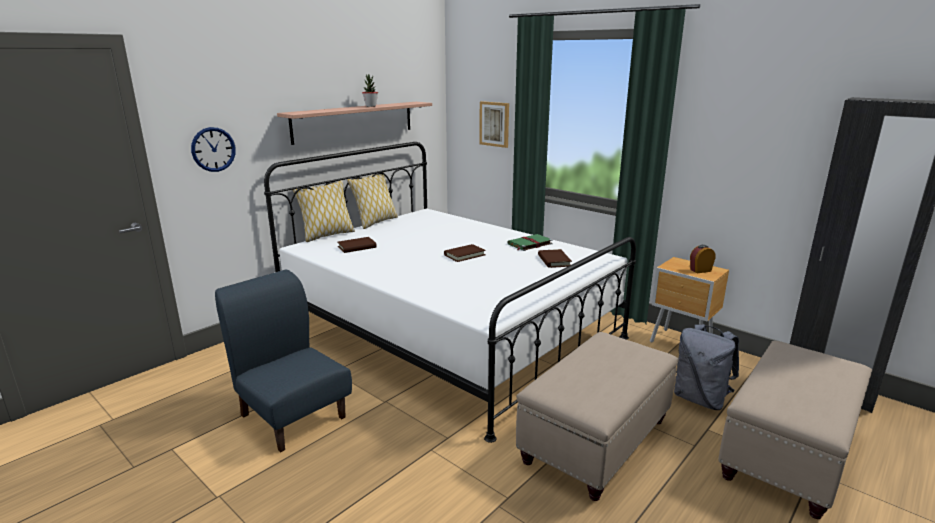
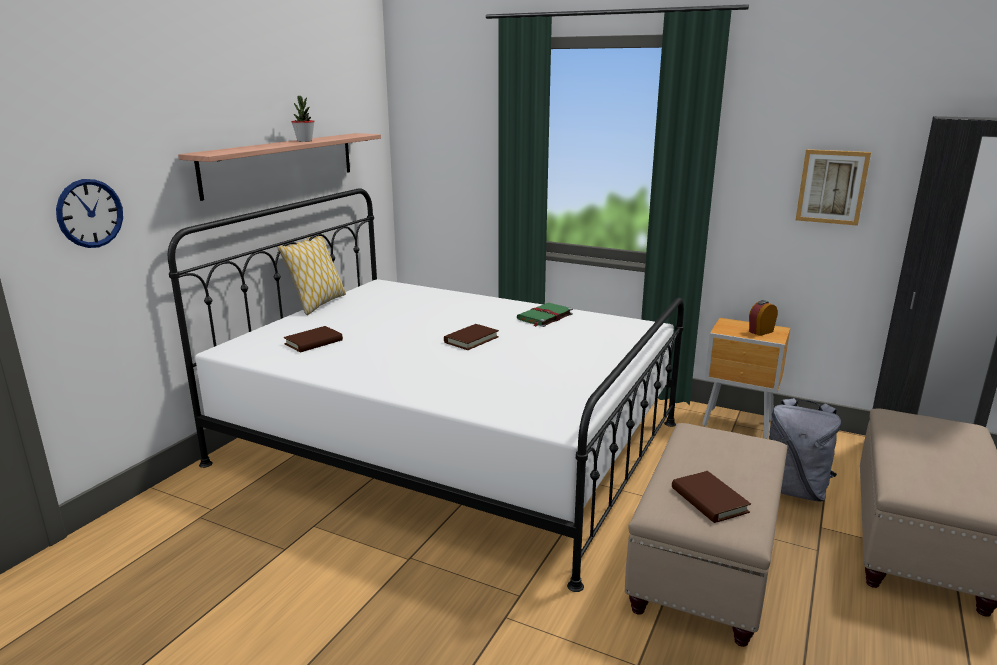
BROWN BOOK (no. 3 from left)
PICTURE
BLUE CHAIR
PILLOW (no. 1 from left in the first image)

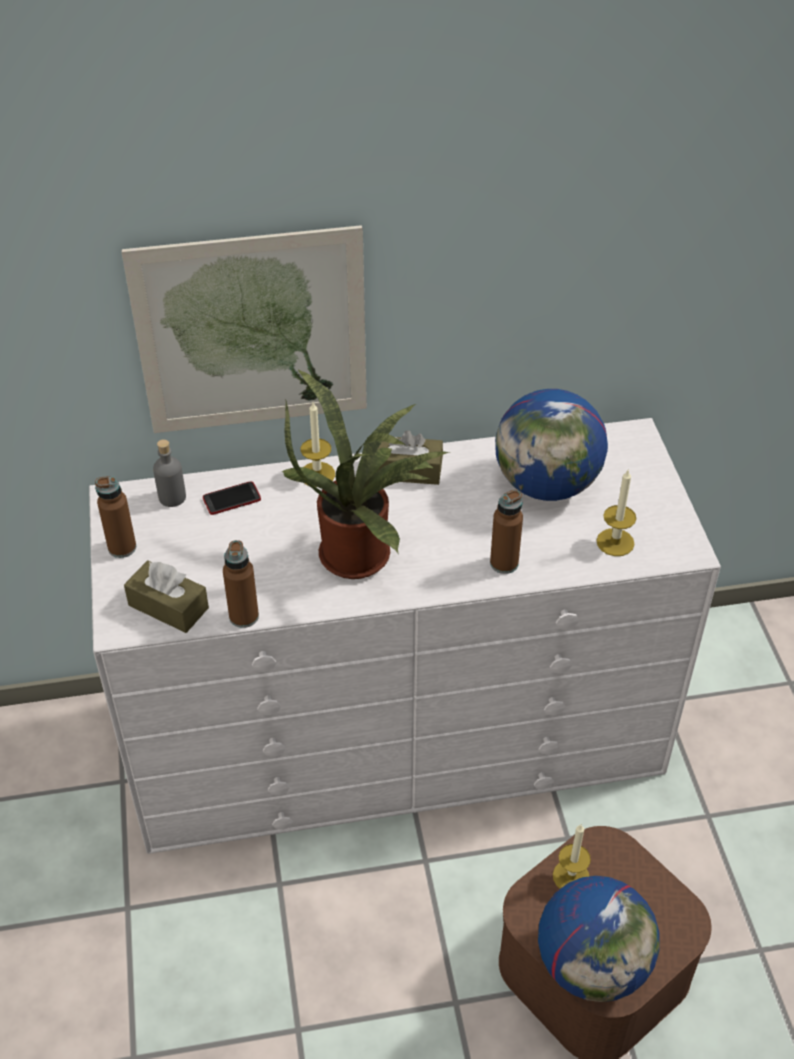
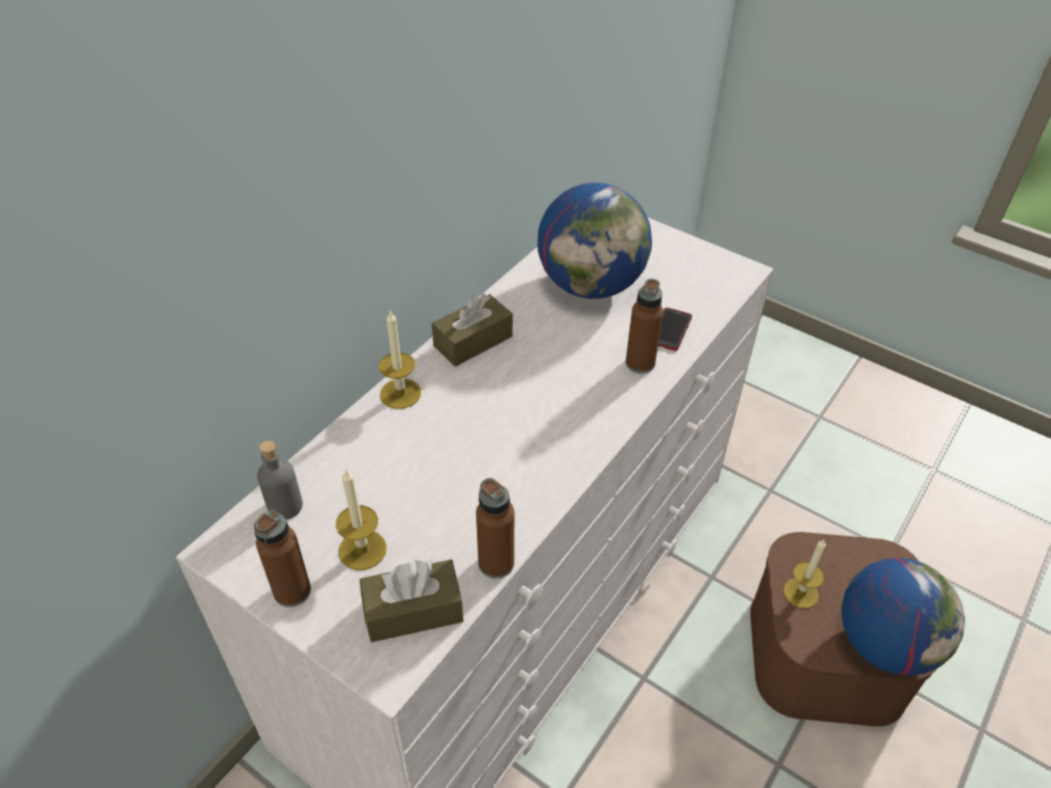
CANDLE (no. 1 from left)
PHONE
PICTURE
POTTED PLANT

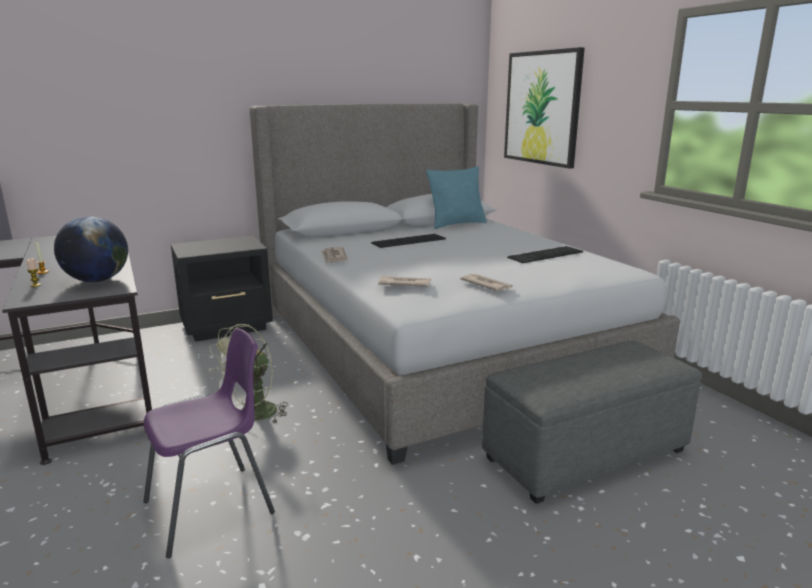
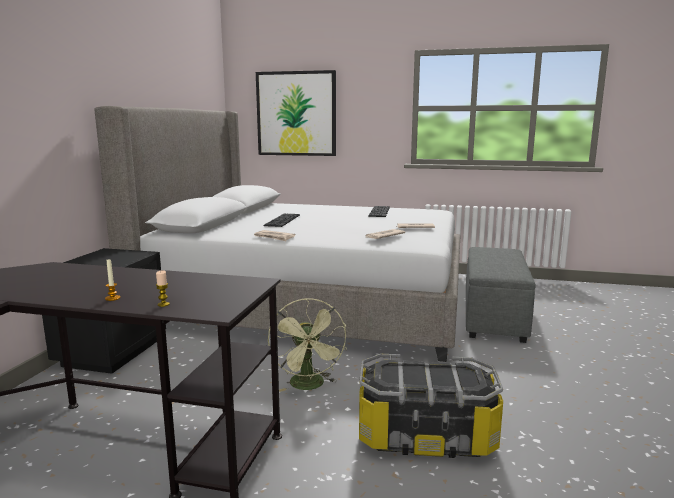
STORAGE BOX
GLOBE
TURQUOISE PILLOW

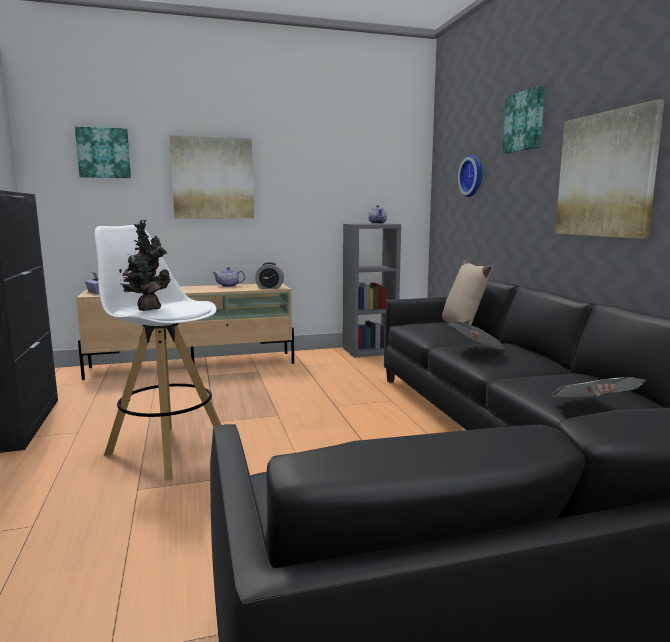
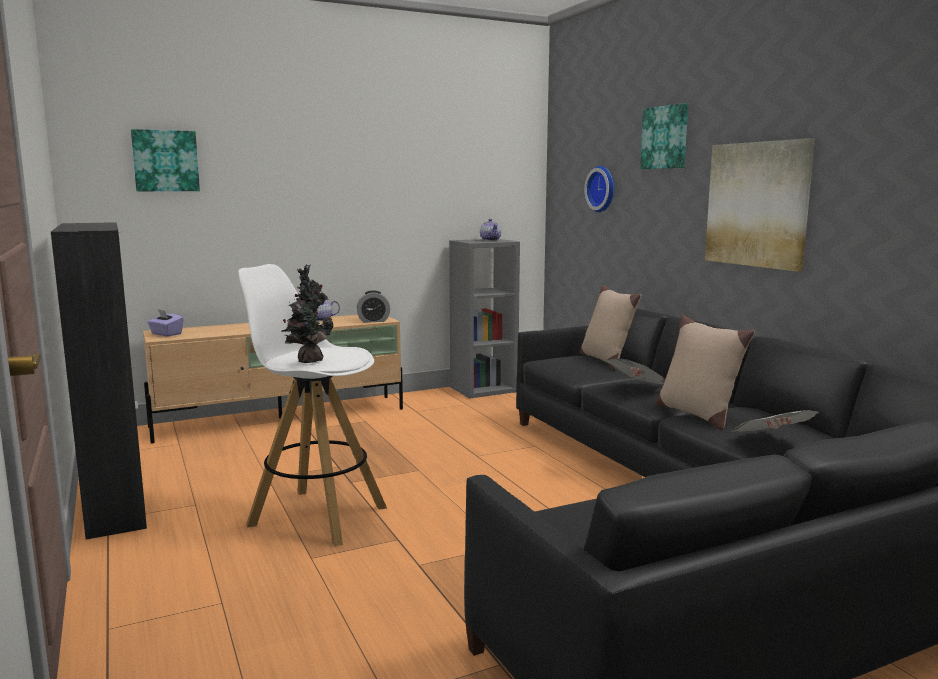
BEIGE PILLOW (no. 2 from left)
PICTURE (no. 2 from left in the first image)

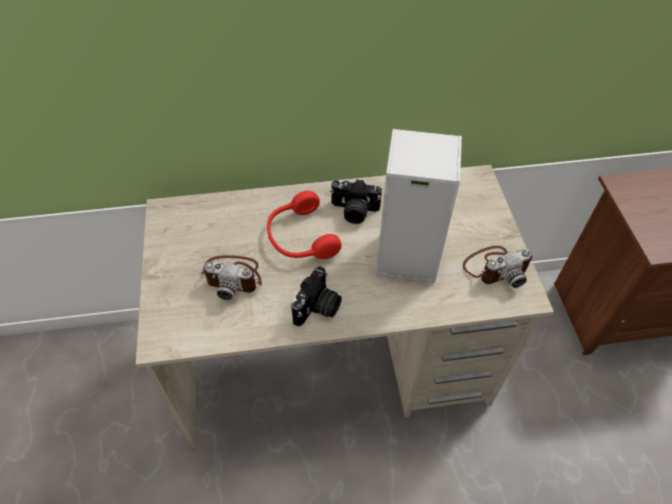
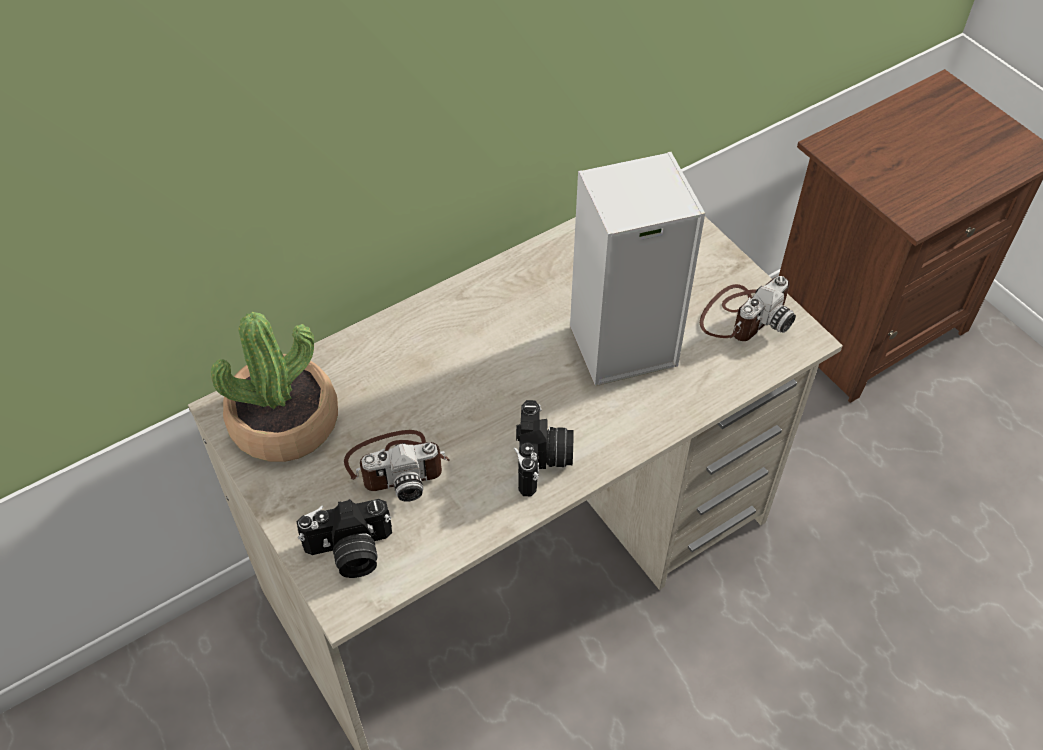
POTTED PLANT
PHOTO CAMERA (no. 1 from left)
RED HEADPHONES

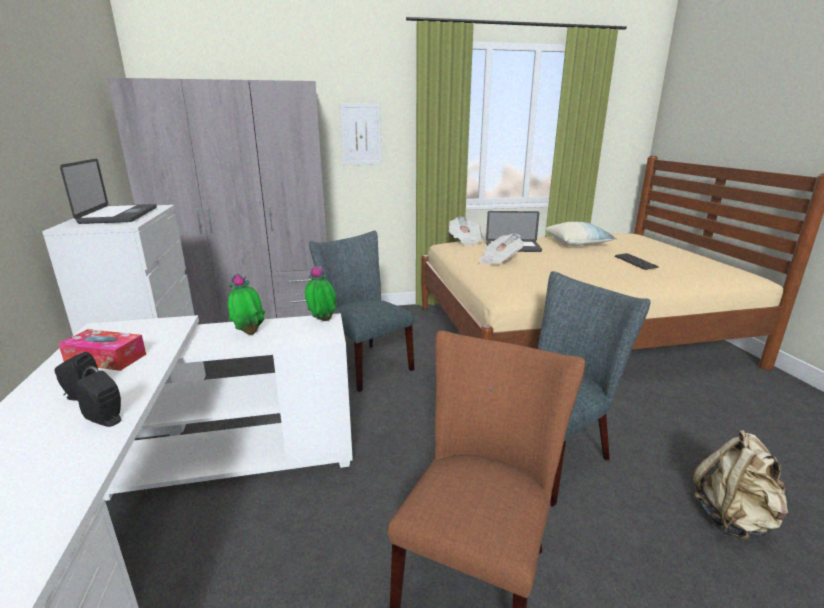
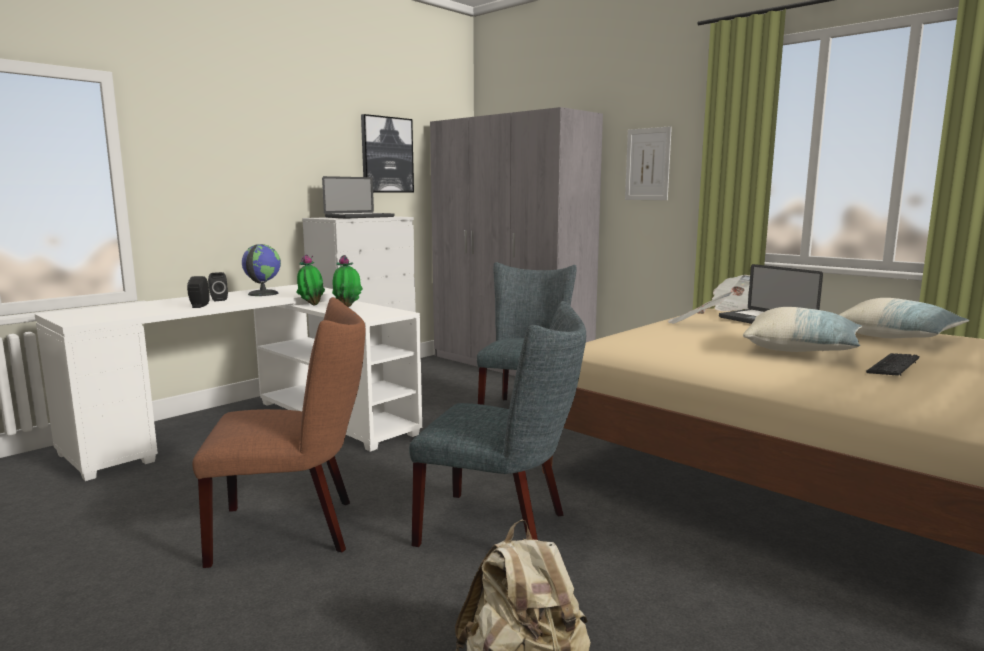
GLOBE
POTTED PLANT (no. 1 from left)
PICTURE (no. 1 from left)
PILLOW (no. 1 from left)

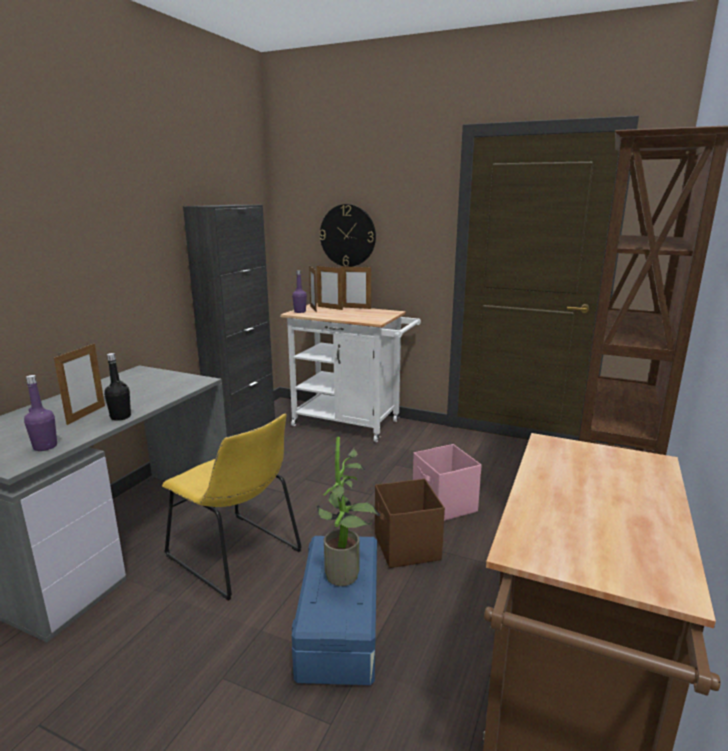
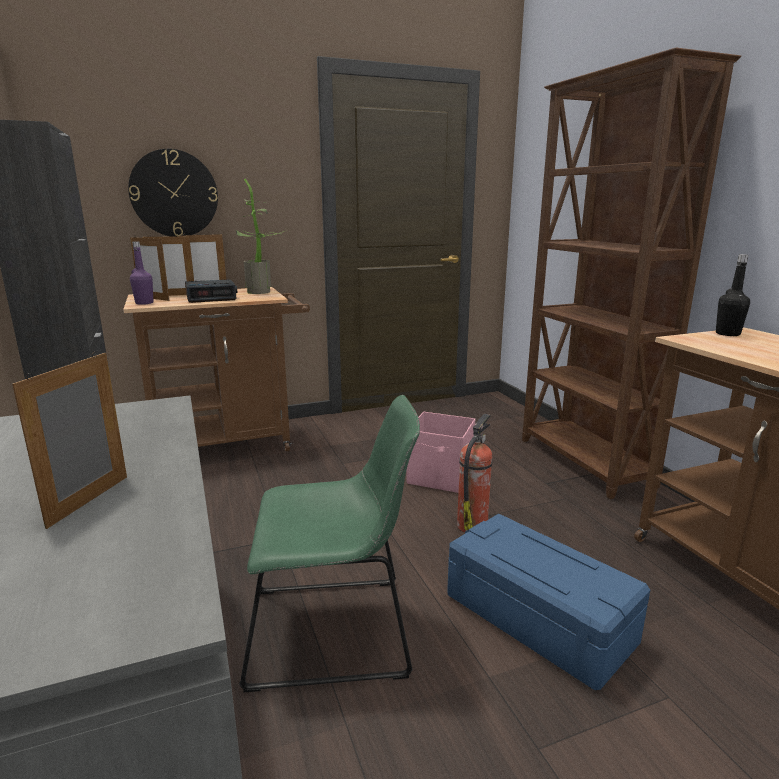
PICTURE FRAME (no. 1 from left)
BROWN CART (no. 1 from left)
ALARM CLOCK
POTTED PLANT
GREEN CHAIR
FIRE EXTINGUISHER
BLACK BOTTLE
PURPLE BOTTLE (no. 1 from left in the first image)

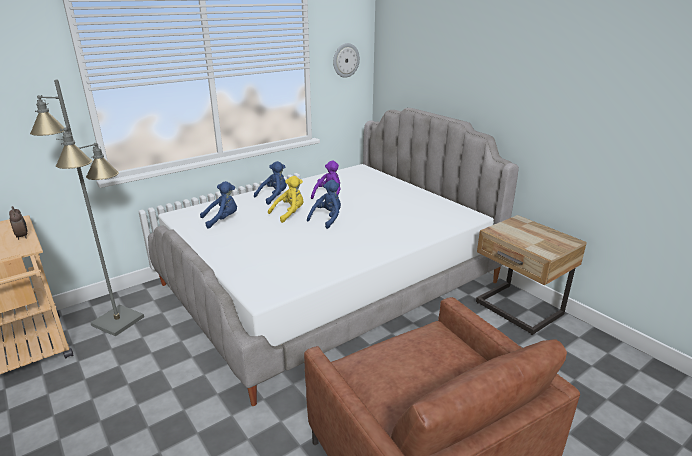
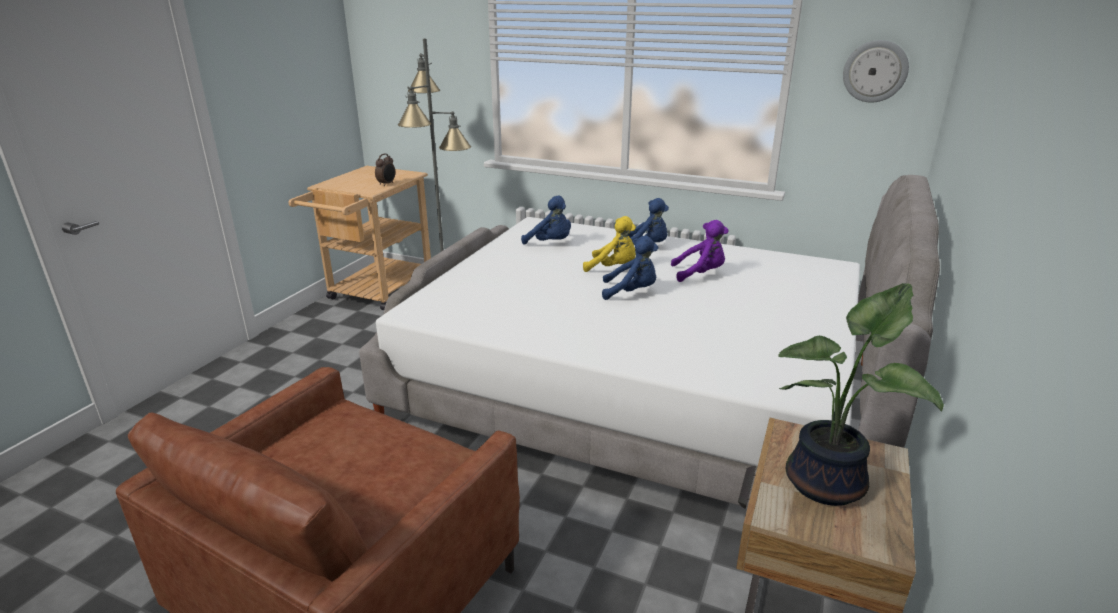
POTTED PLANT

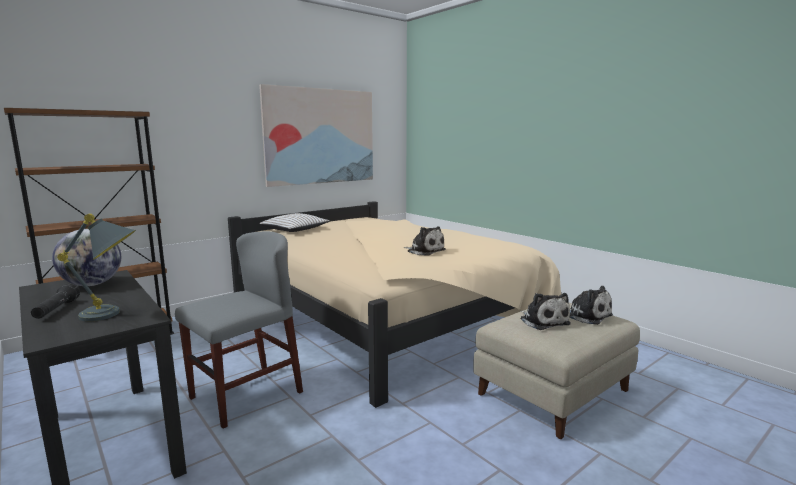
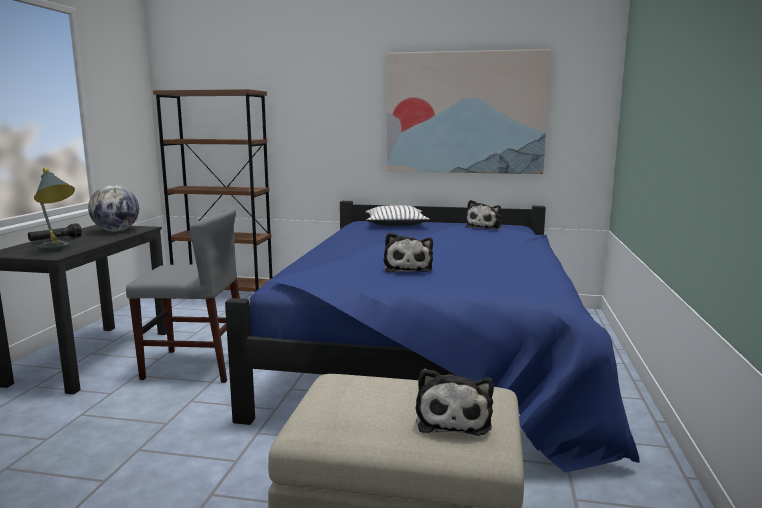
BLUE BED
PLUSH TOY (no. 3 from left)

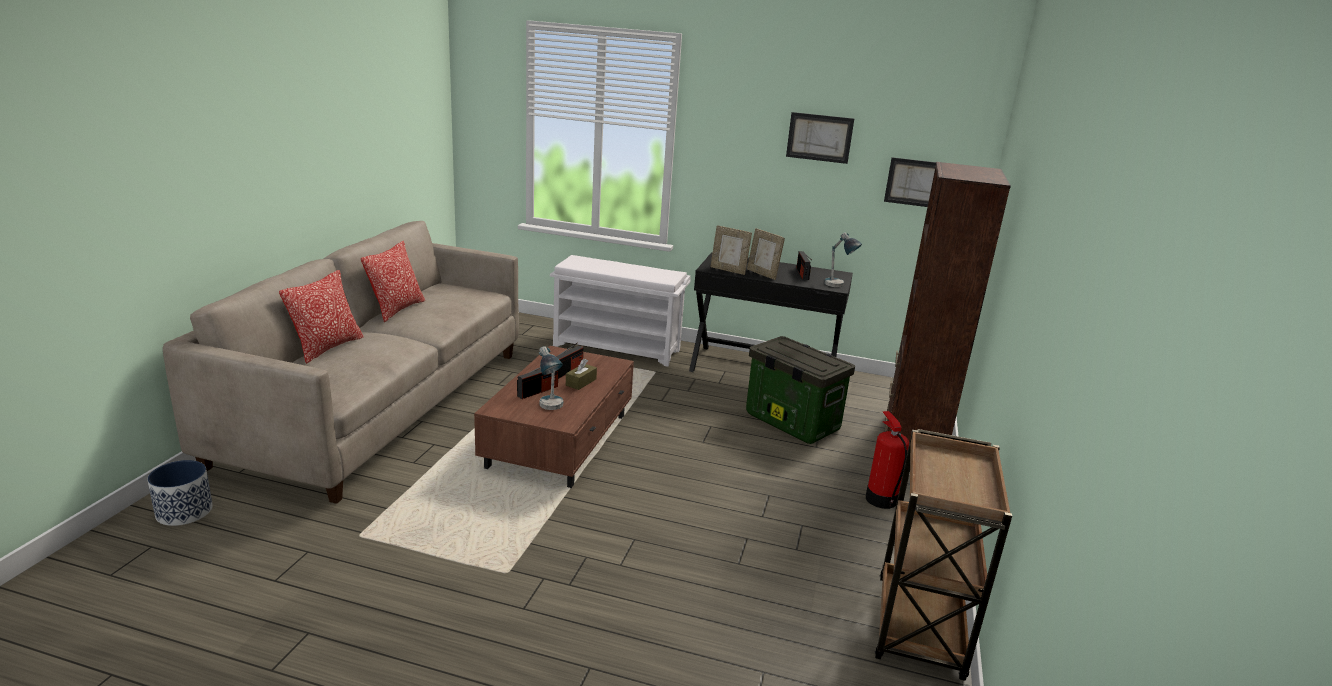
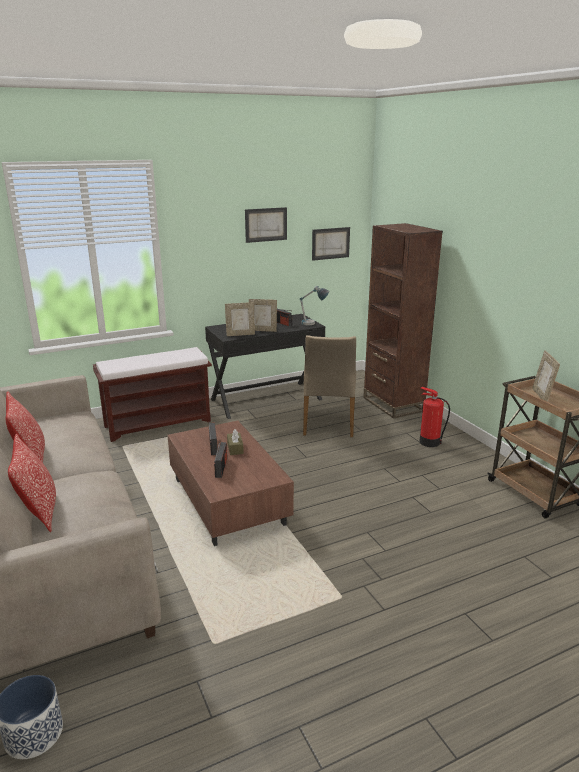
BROWN BENCH
BEIGE CHAIR
PICTURE FRAME (no. 3 from left)
TABLE LAMP (no. 1 from left in the first image)

